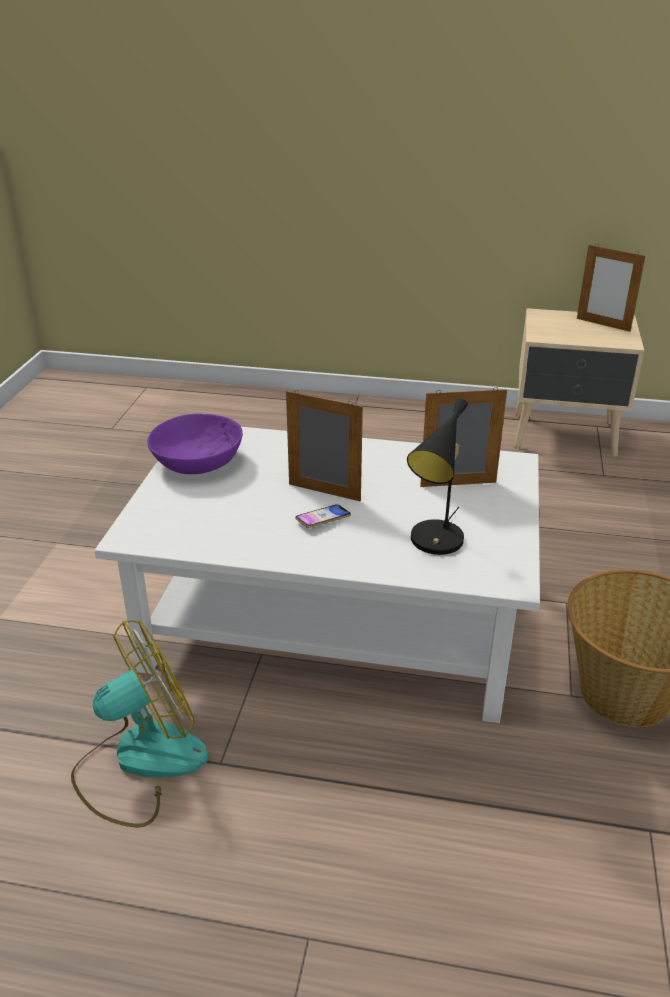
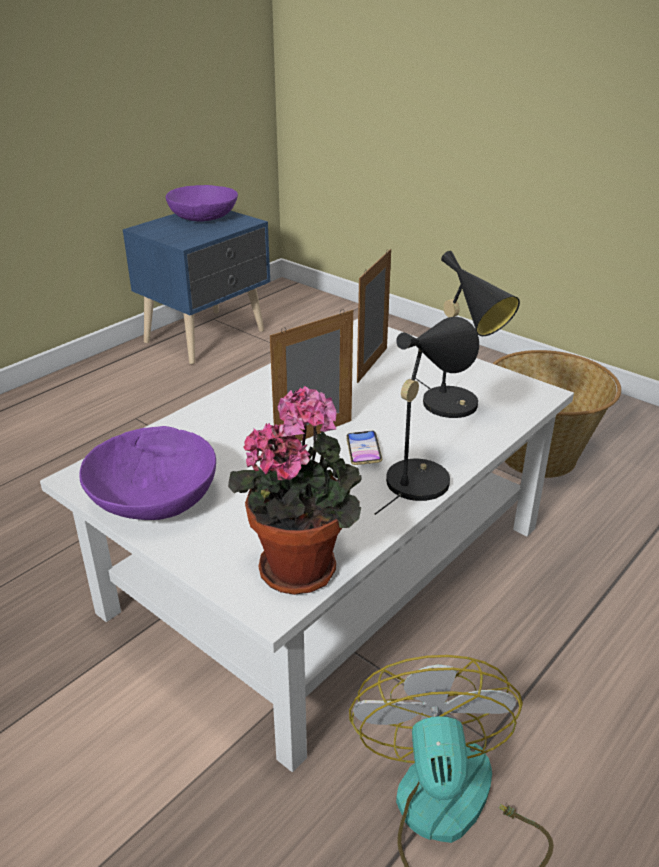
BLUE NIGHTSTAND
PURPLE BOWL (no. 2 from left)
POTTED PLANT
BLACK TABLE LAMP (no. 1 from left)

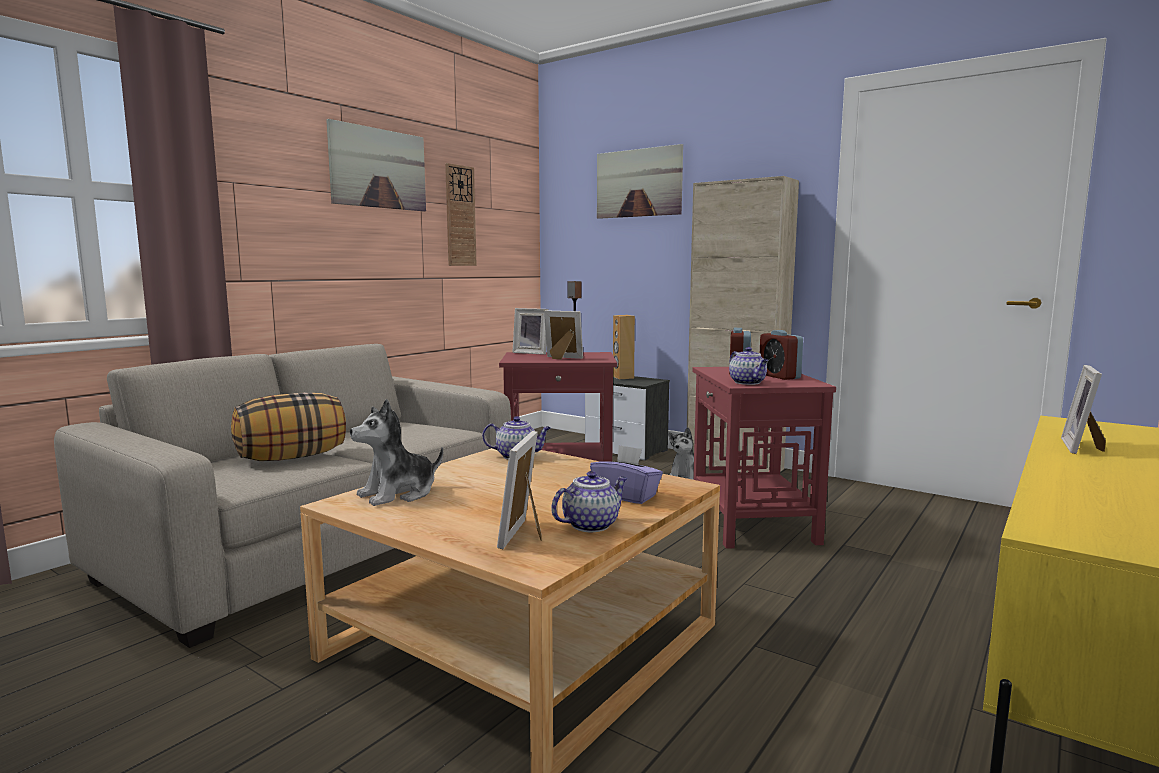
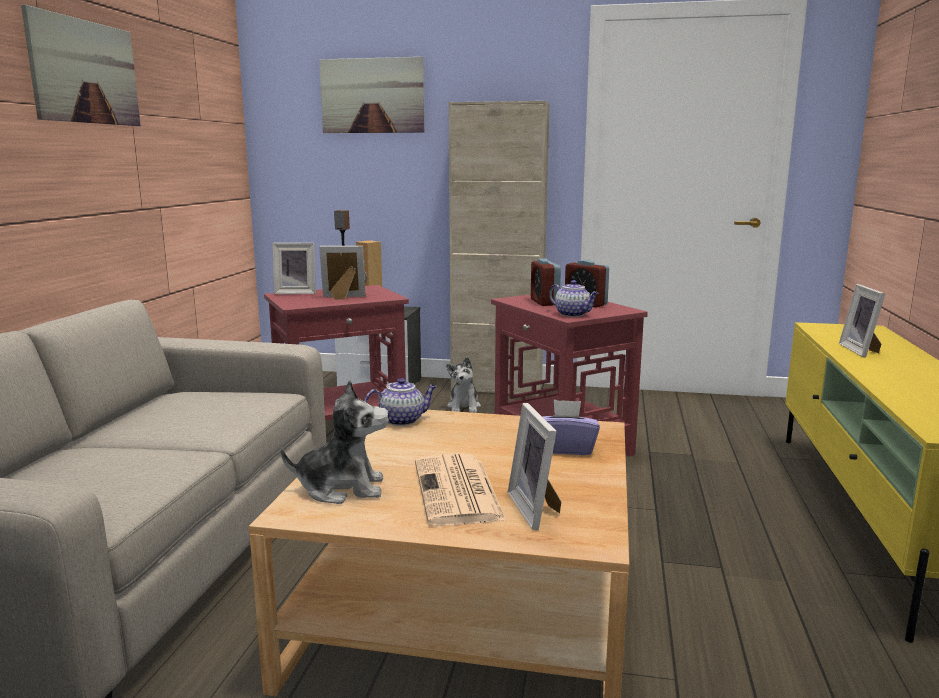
PLUSH TOY (no. 1 from left)
NEWSPAPER
PILLOW
WALL CLOCK
TEAPOT (no. 2 from left in the first image)

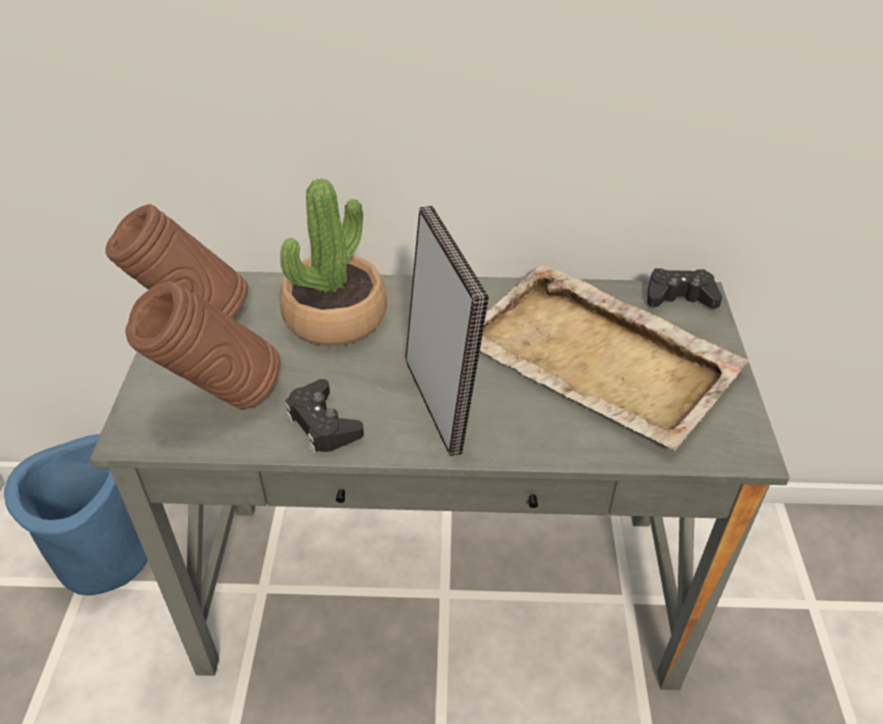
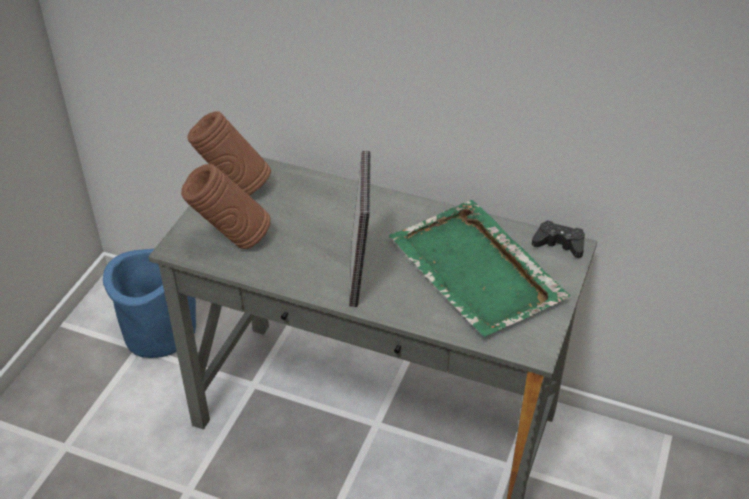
GREEN TRAY
POTTED PLANT
BLACK GAME CONTROLLER (no. 1 from left in the first image)

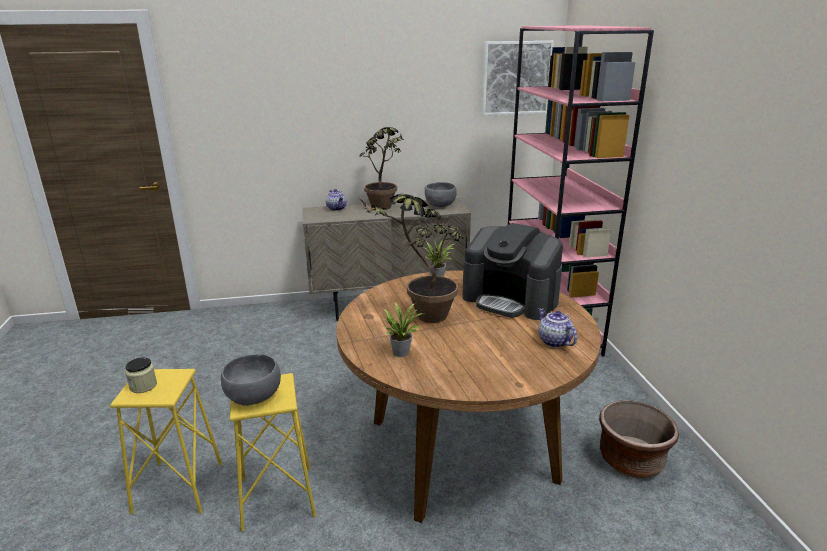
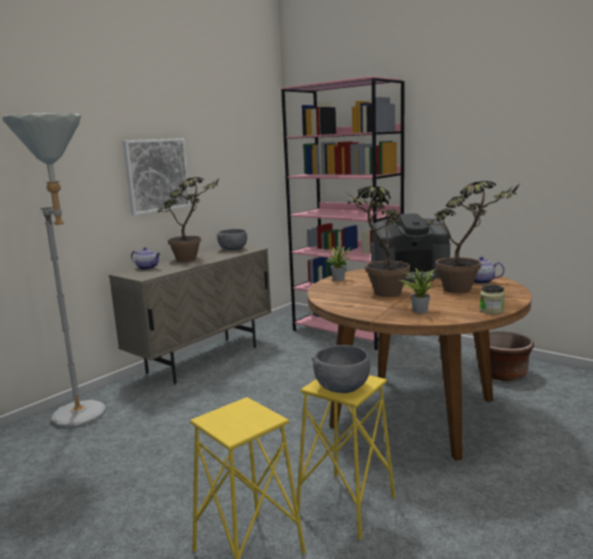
GREY FLOOR LAMP
PICTURE
POTTED PLANT (no. 5 from left)
JAR

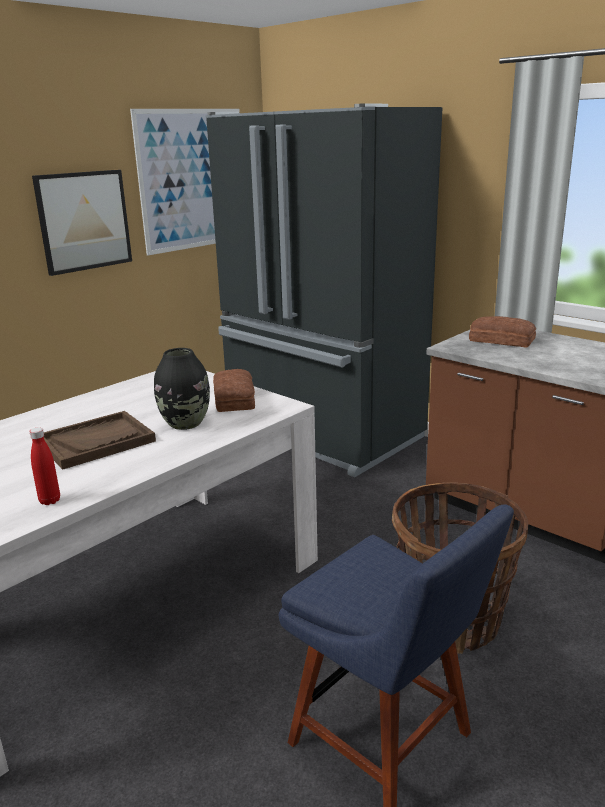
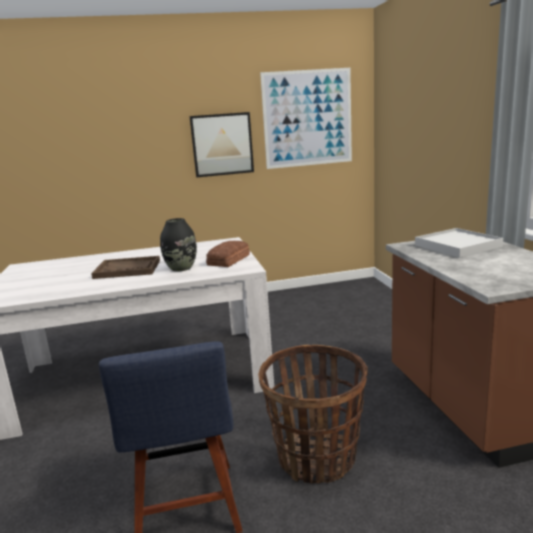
WHITE TRAY
RED BOTTLE
BLACK FRIDGE

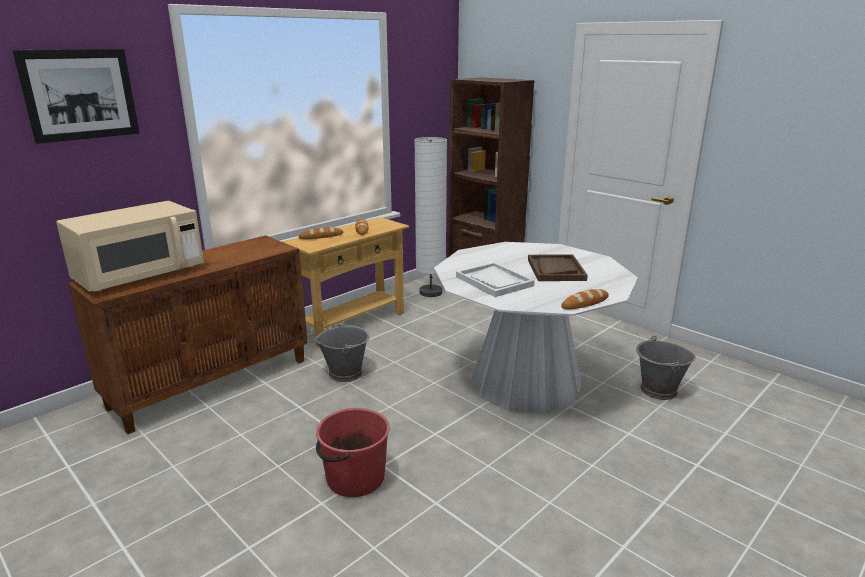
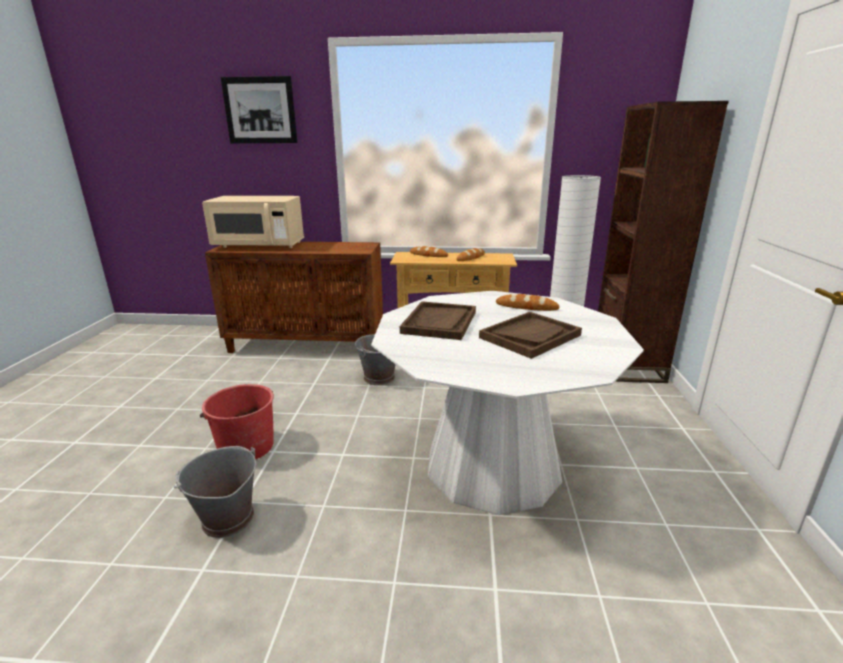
GREY BUCKET (no. 1 from left)
BROWN TRAY (no. 1 from left)
BREAD (no. 3 from left)

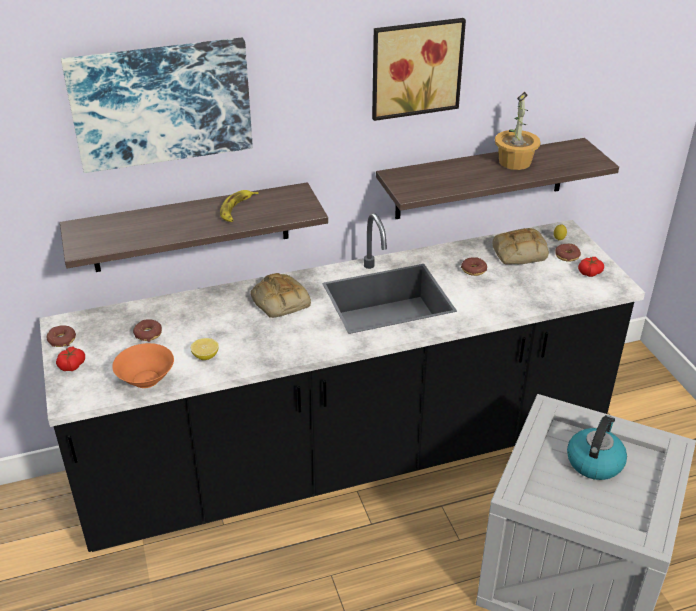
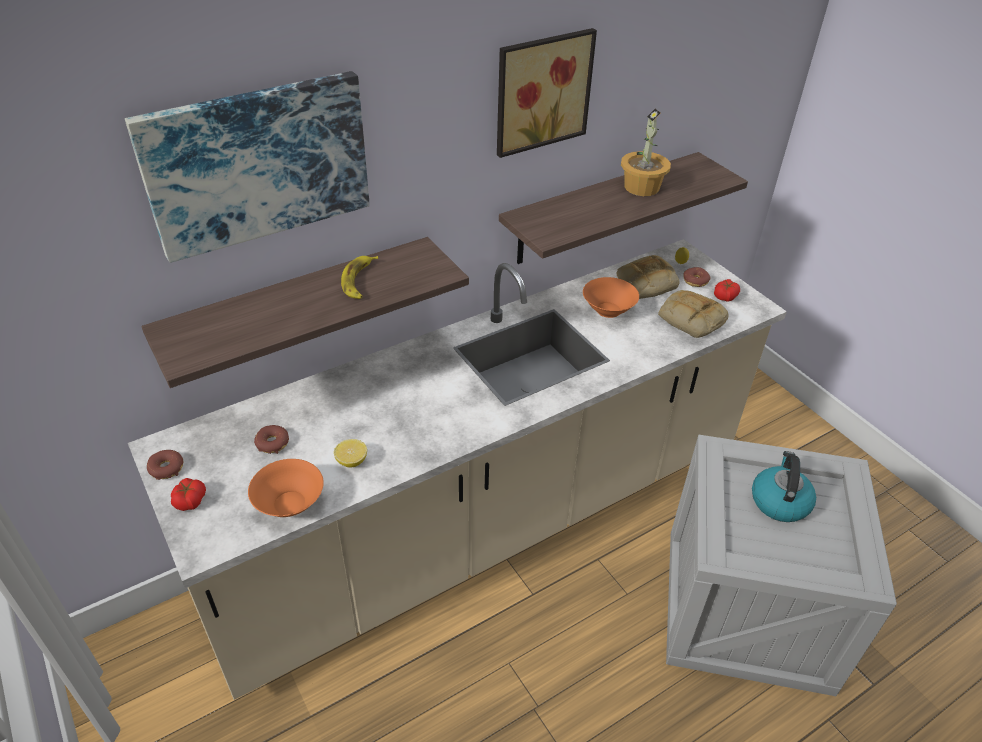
BEIGE COUNTER
ORANGE BOWL (no. 2 from left)
BREAD (no. 2 from left)

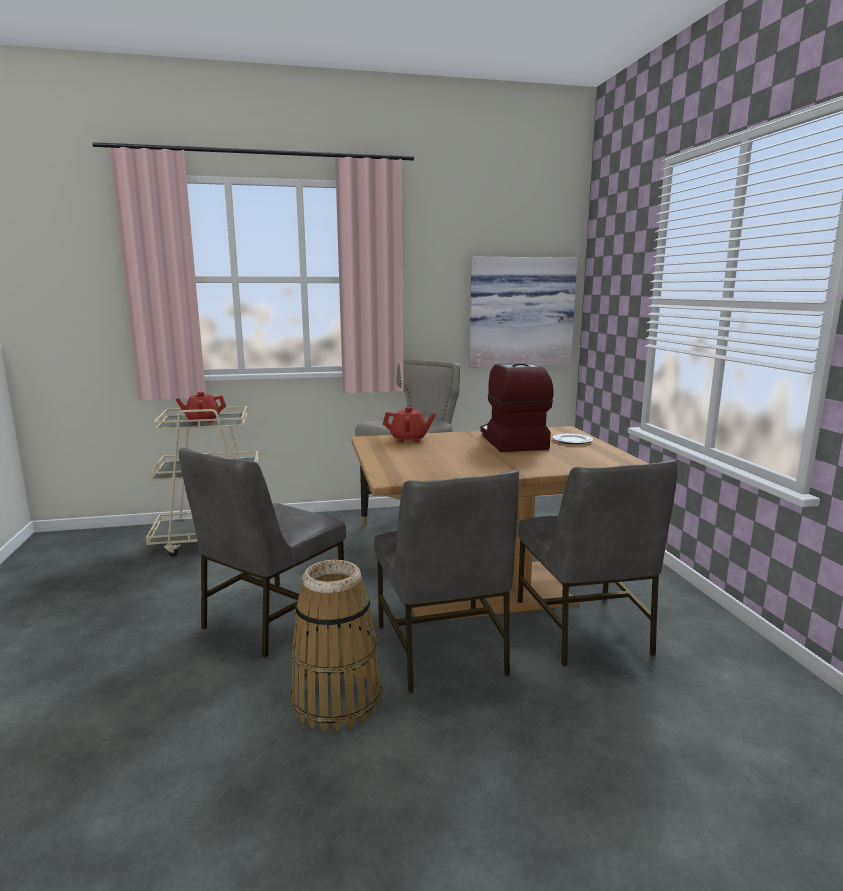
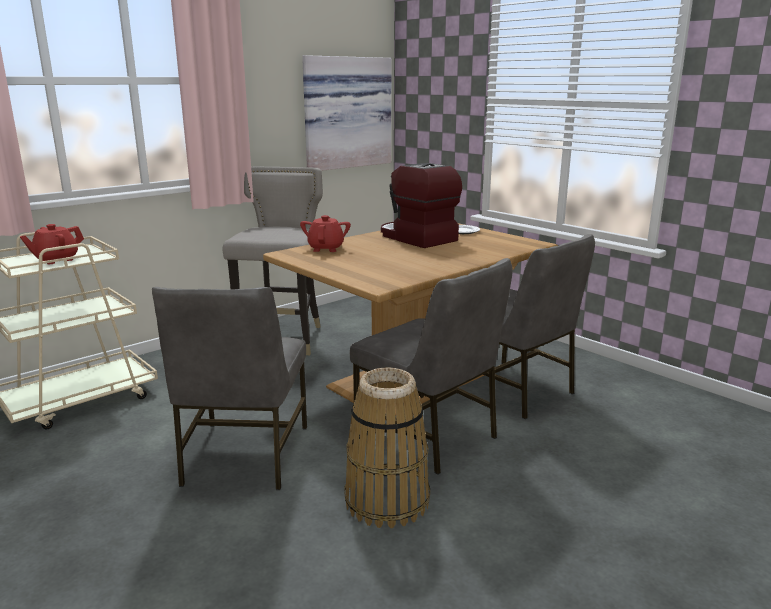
RED TEAPOT (no. 2 from left)

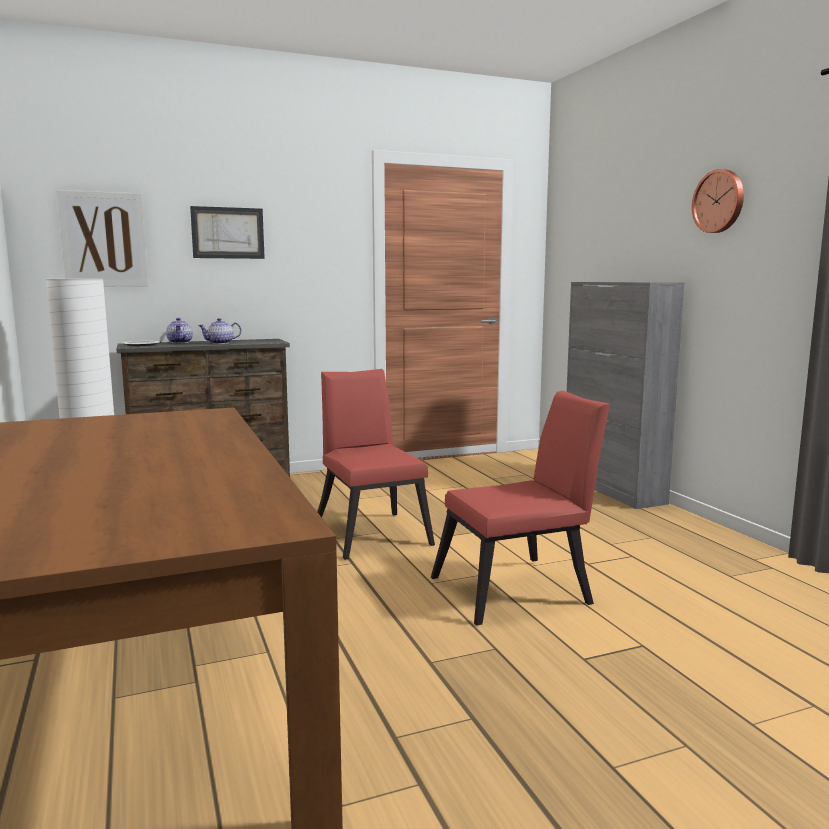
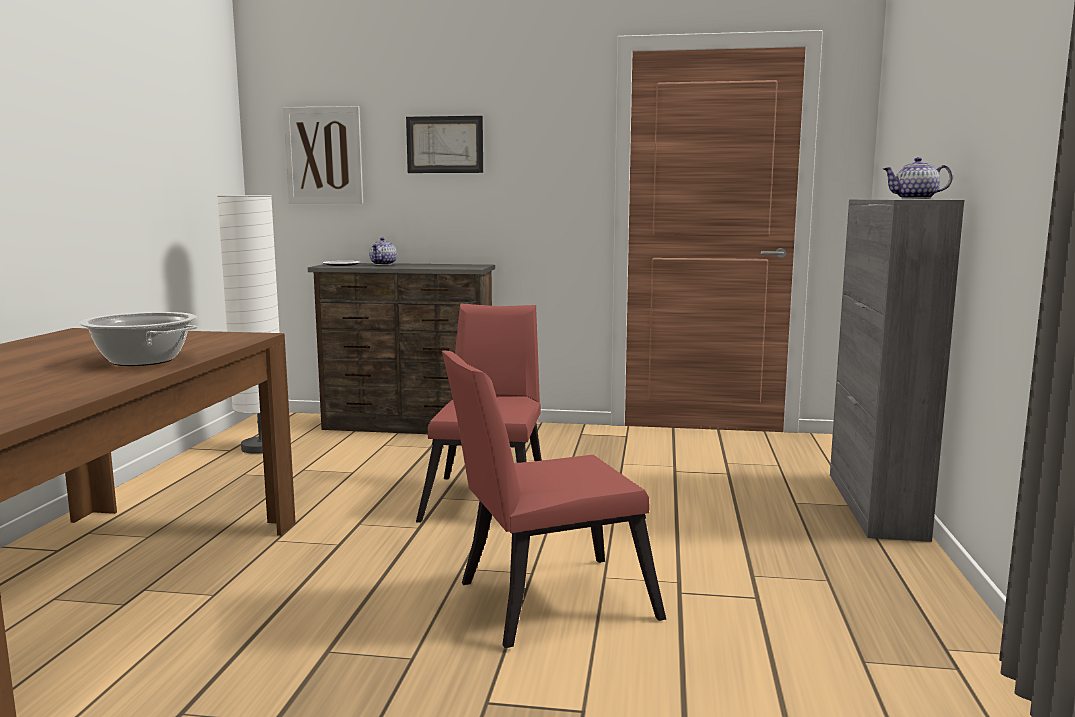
COOKING POT
RED CHAIR (no. 2 from left)
TEAPOT (no. 2 from left)
WALL CLOCK

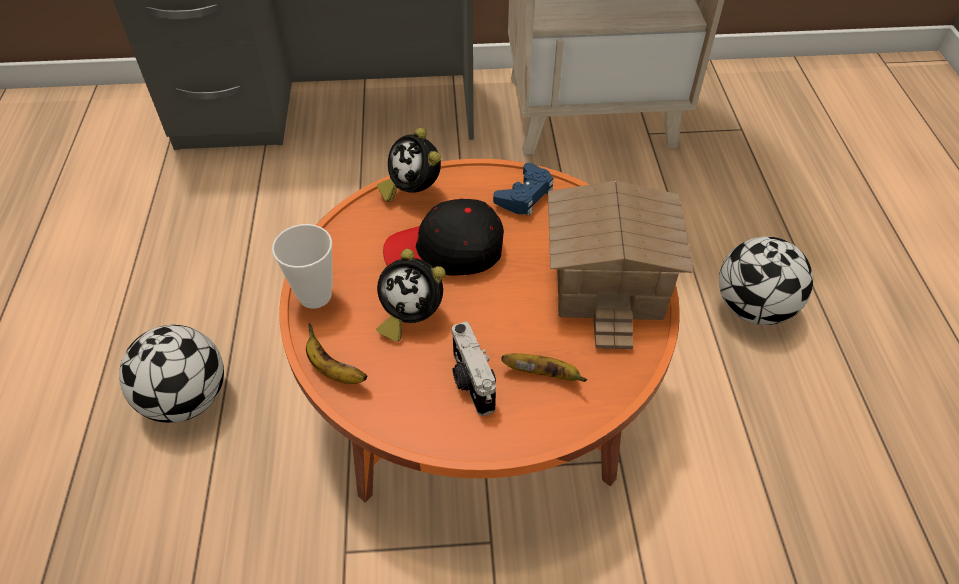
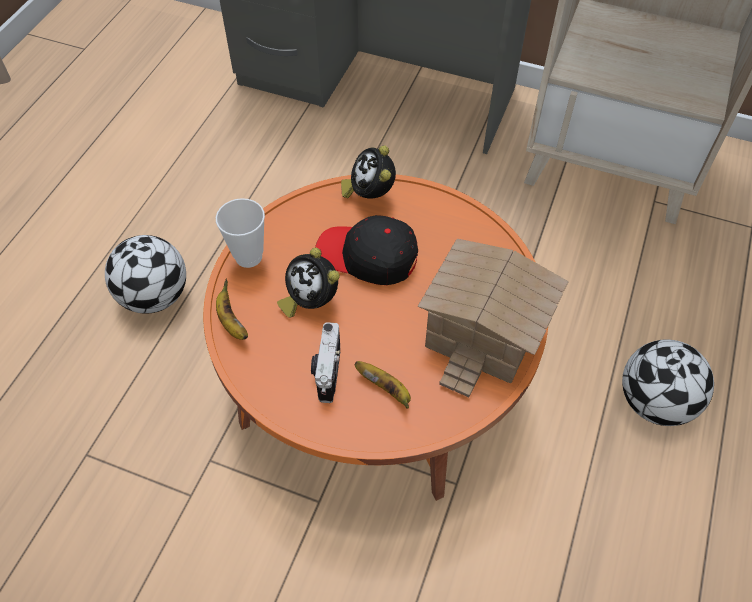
BLUE GAME CONTROLLER

